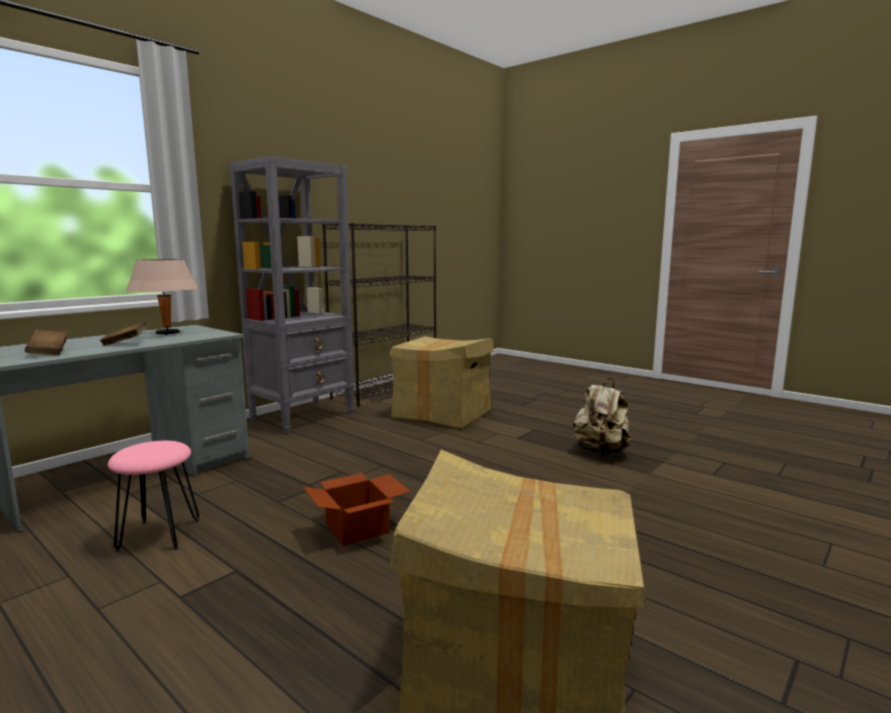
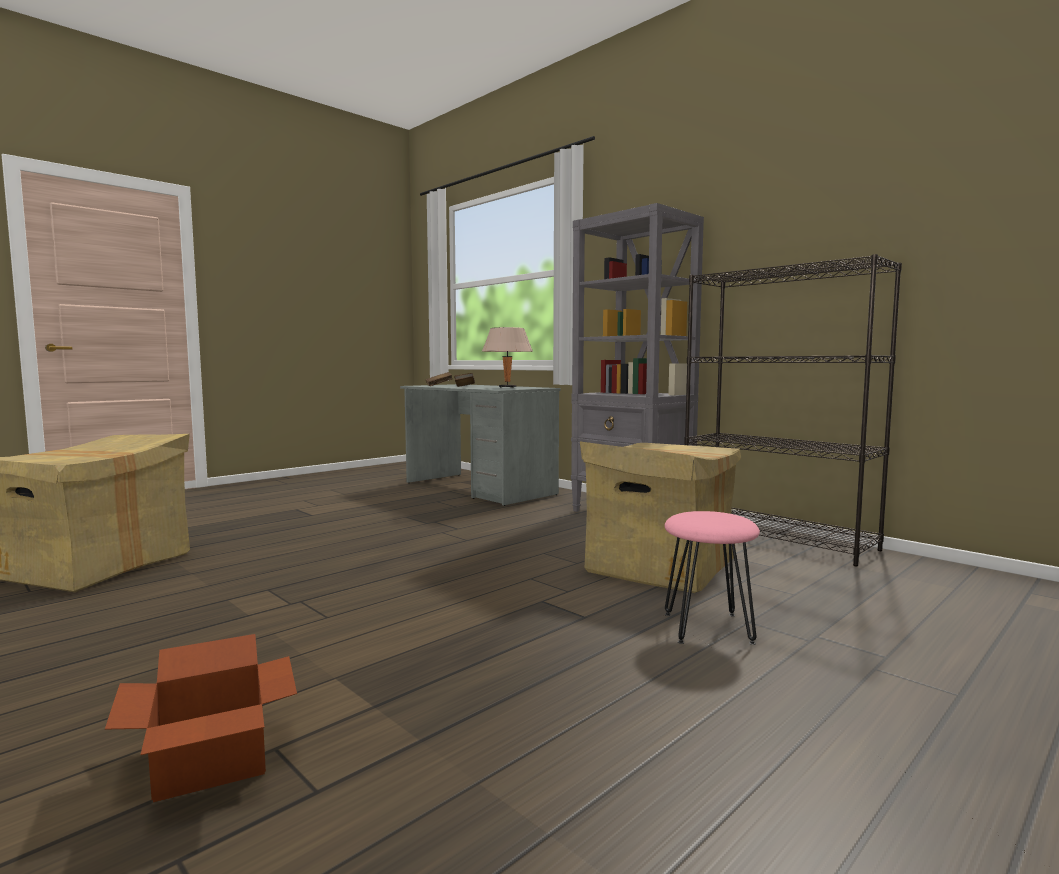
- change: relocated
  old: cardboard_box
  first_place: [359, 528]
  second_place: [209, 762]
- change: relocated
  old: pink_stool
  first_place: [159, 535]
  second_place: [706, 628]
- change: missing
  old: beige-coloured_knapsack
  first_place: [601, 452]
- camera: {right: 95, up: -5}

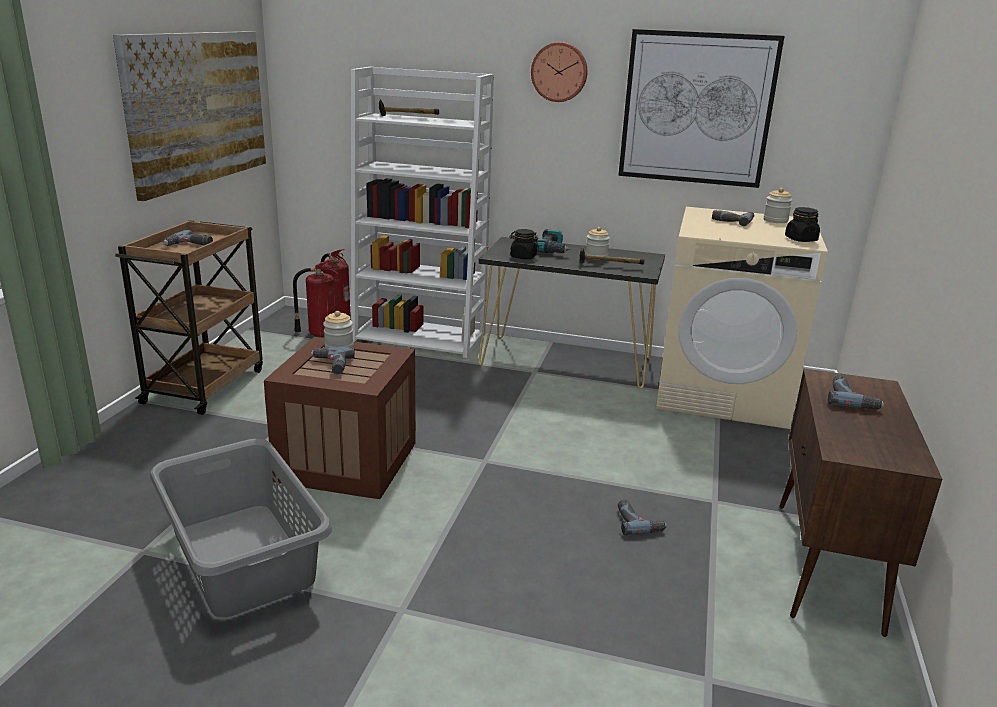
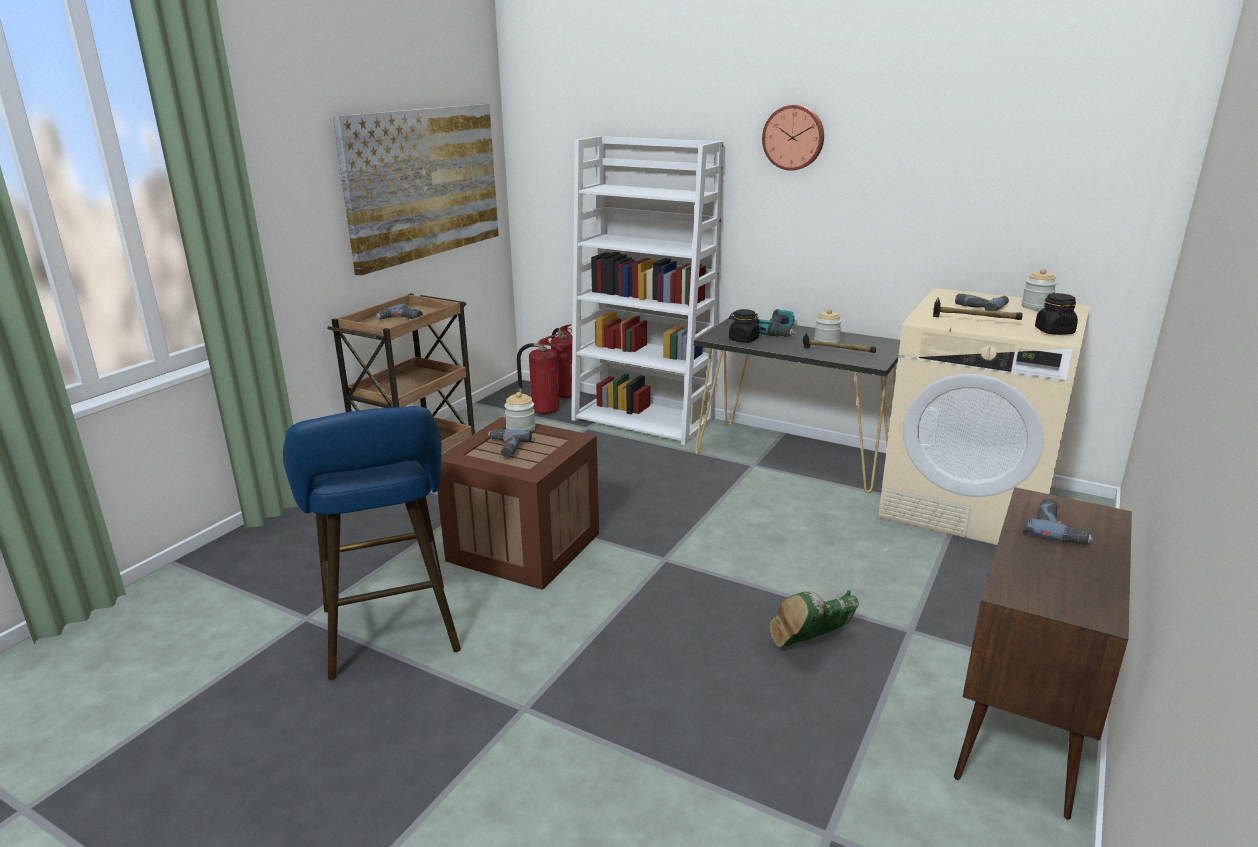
- change: exchanged
  old: greyish_laundry_basket
  new: blue_stool
  first_place: [242, 558]
  second_place: [391, 635]
- change: exchanged
  old: power_drill
  new: green-coloured_boot
  first_place: [638, 522]
  second_place: [810, 644]
- change: relocated
  old: hand_hammer
  first_place: [407, 117]
  second_place: [972, 321]
- change: missing
  old: wall_picture
  first_place: [696, 109]
- camera: {right: 15, up: 0}

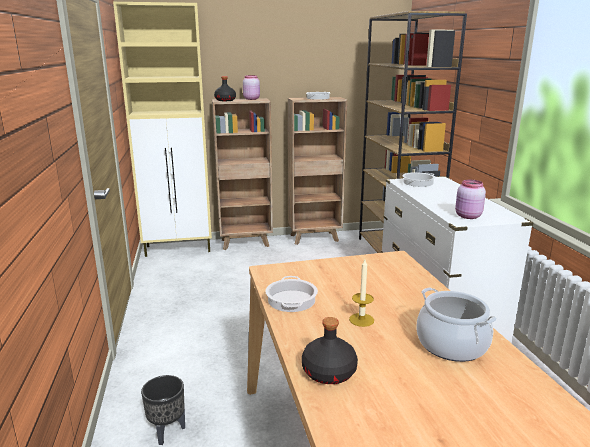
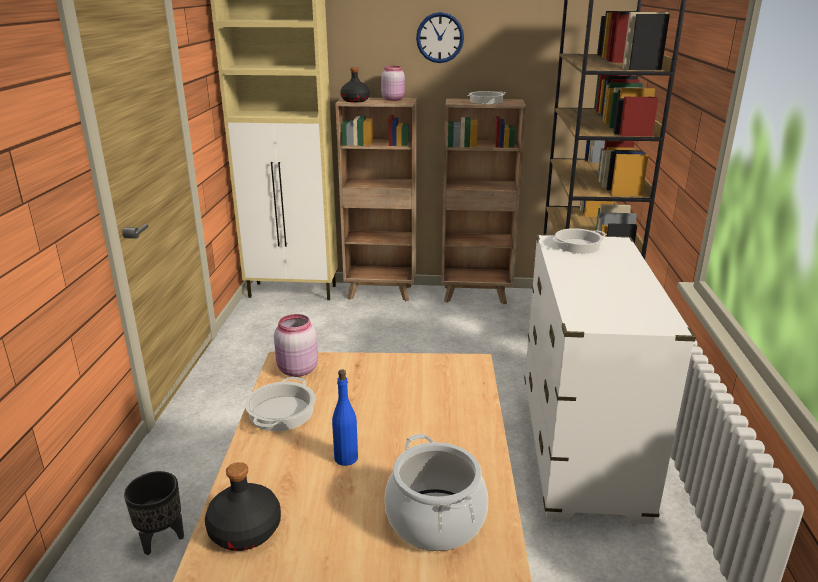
- change: relocated
  old: pink_preserve_jar
  first_place: [467, 216]
  second_place: [296, 370]
- change: exchanged
  old: wax_candle
  new: blue_bottle
  first_place: [361, 320]
  second_place: [346, 458]
- change: appeared
  new: clock_on_the_wall
  second_place: [440, 37]
- camera: {right: 15, up: 5}

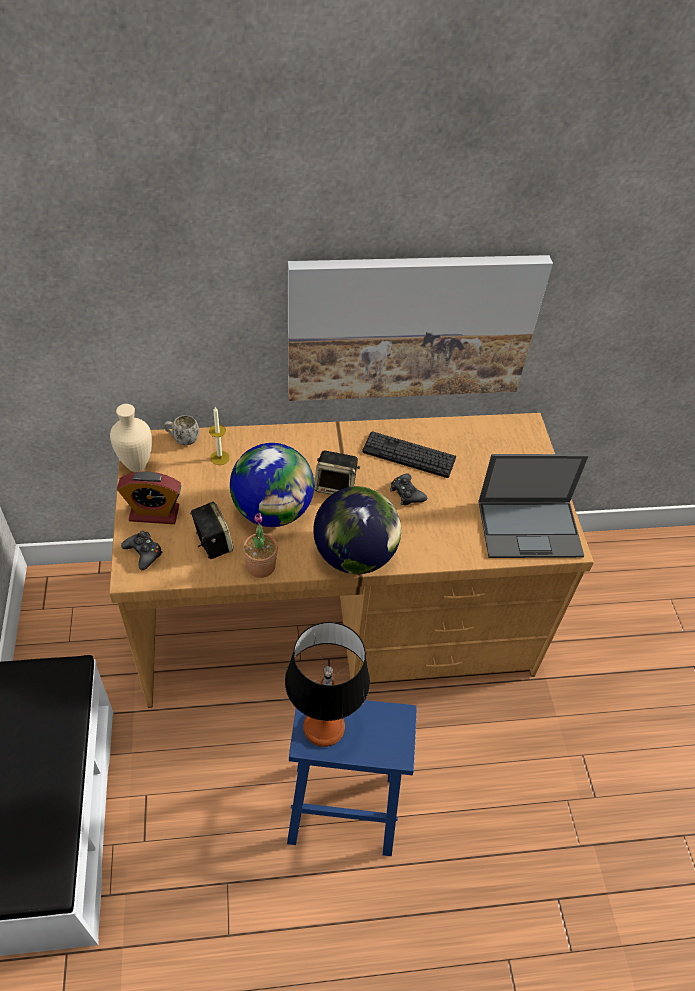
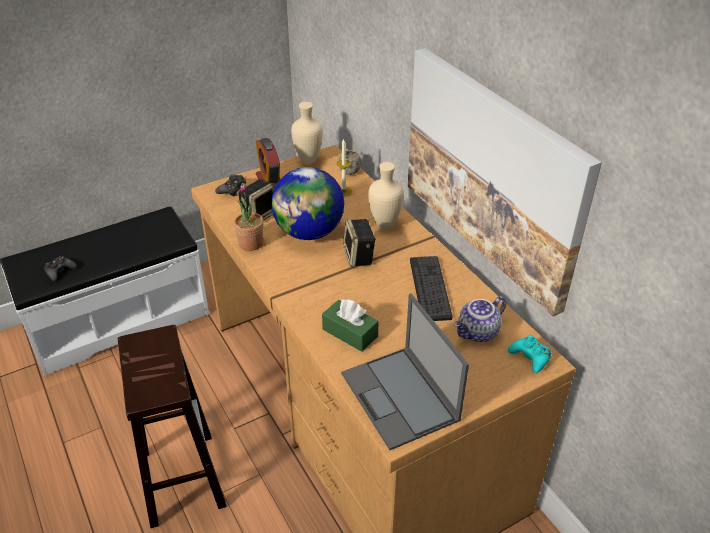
- change: relocated
  old: black-coloured_gamepad
  first_place: [406, 493]
  second_place: [60, 271]
- change: colour
  old: blue_stool
  new: brown-coloured_stool
  first_place: [341, 809]
  second_place: [181, 477]
- change: appeared
  new: green-coloured_tissue_holder
  second_place: [350, 333]
- change: appeared
  new: beige-coloured_flower_vase
  second_place: [385, 224]
- change: appeared
  new: teapot
  second_place: [478, 333]
- change: appeared
  new: blue-green_gamepad
  second_place: [530, 357]
- change: missing
  old: tabletop_lamp
  first_place: [323, 727]
- change: missing
  old: desk_globe
  first_place: [355, 555]
- camera: {right: 70, up: -10}

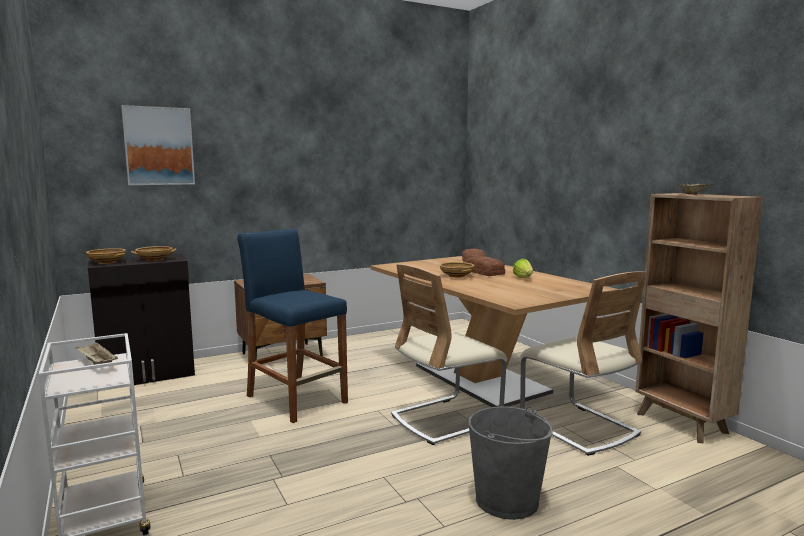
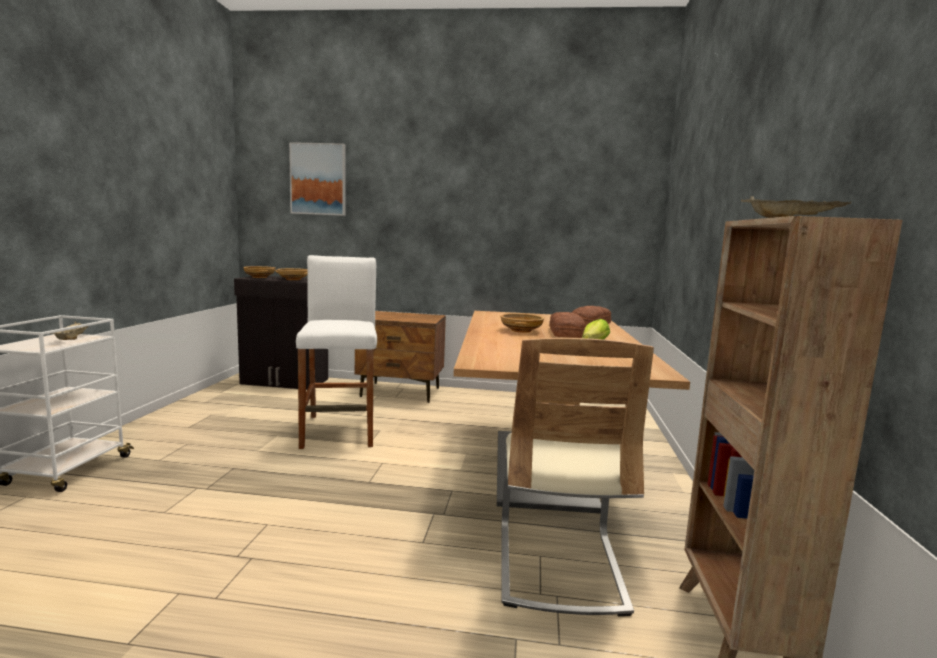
- change: colour
  old: blue_stool
  new: white-coloured_stool
  first_place: [296, 399]
  second_place: [340, 430]
- change: missing
  old: beige-coloured_plain_chair
  first_place: [446, 419]
- change: missing
  old: greyish_pail
  first_place: [507, 500]
- camera: {right: 35, up: 0}

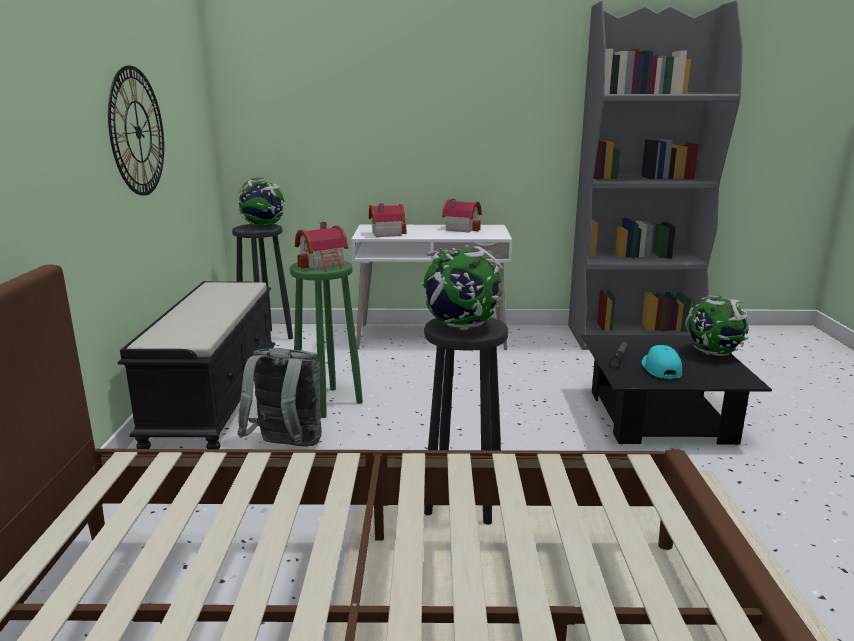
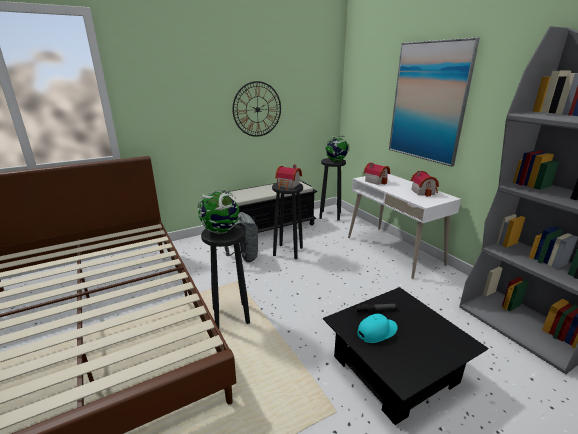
- change: colour
  old: green-coloured_stool
  new: black-coloured_stool
  first_place: [328, 402]
  second_place: [288, 251]
- change: appeared
  new: wall_picture
  second_place: [428, 102]
- change: missing
  old: desk_globe
  first_place: [713, 353]
- camera: {right: 60, up: 5}

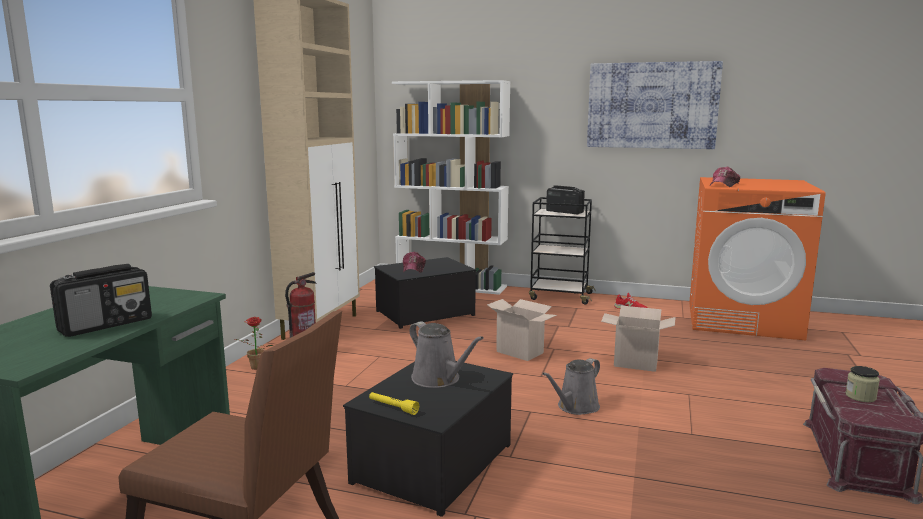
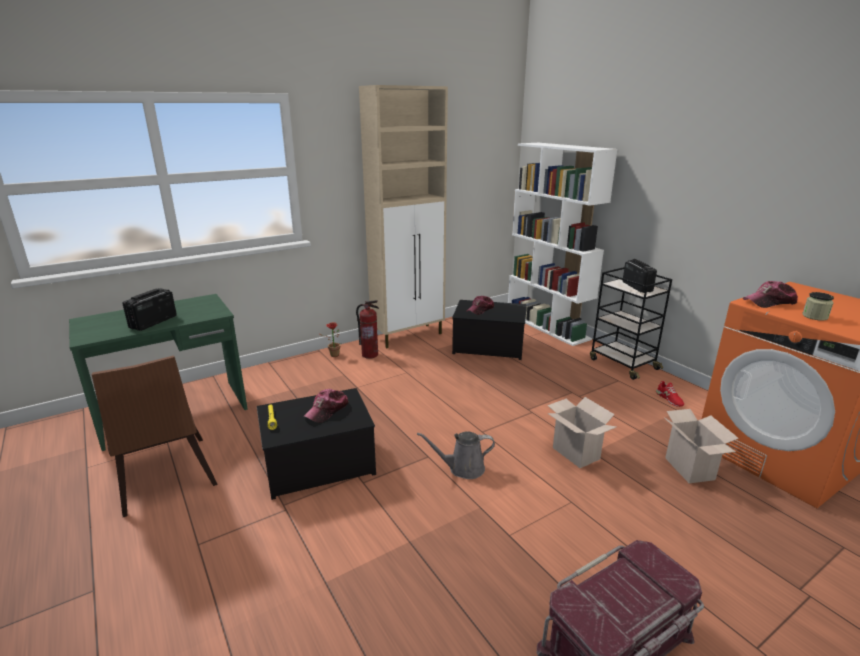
- change: spun
  old: radio
  first_place: [107, 325]
  second_place: [153, 322]
  degrees: 120
- change: exchanged
  old: greyish_watering_can
  new: baseball_cap
  first_place: [439, 379]
  second_place: [327, 410]
- change: relocated
  old: cardboard_box
  first_place: [521, 352]
  second_place: [691, 469]
- change: relocated
  old: preserve_jar
  first_place: [860, 397]
  second_place: [815, 316]
- change: missing
  old: wall_picture
  first_place: [652, 105]
- camera: {right: 40, up: 10}

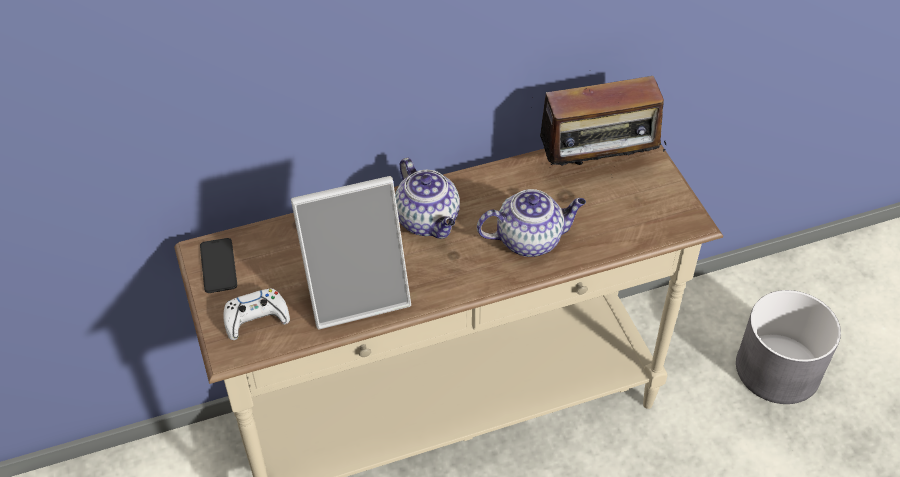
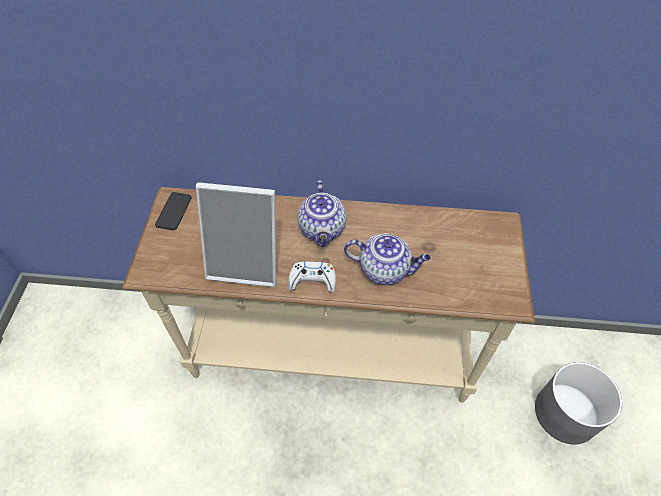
- change: relocated
  old: white-coloured_gamepad
  first_place: [256, 318]
  second_place: [312, 280]
- change: missing
  old: radio
  first_place: [598, 167]
- camera: {right: 25, up: 5}

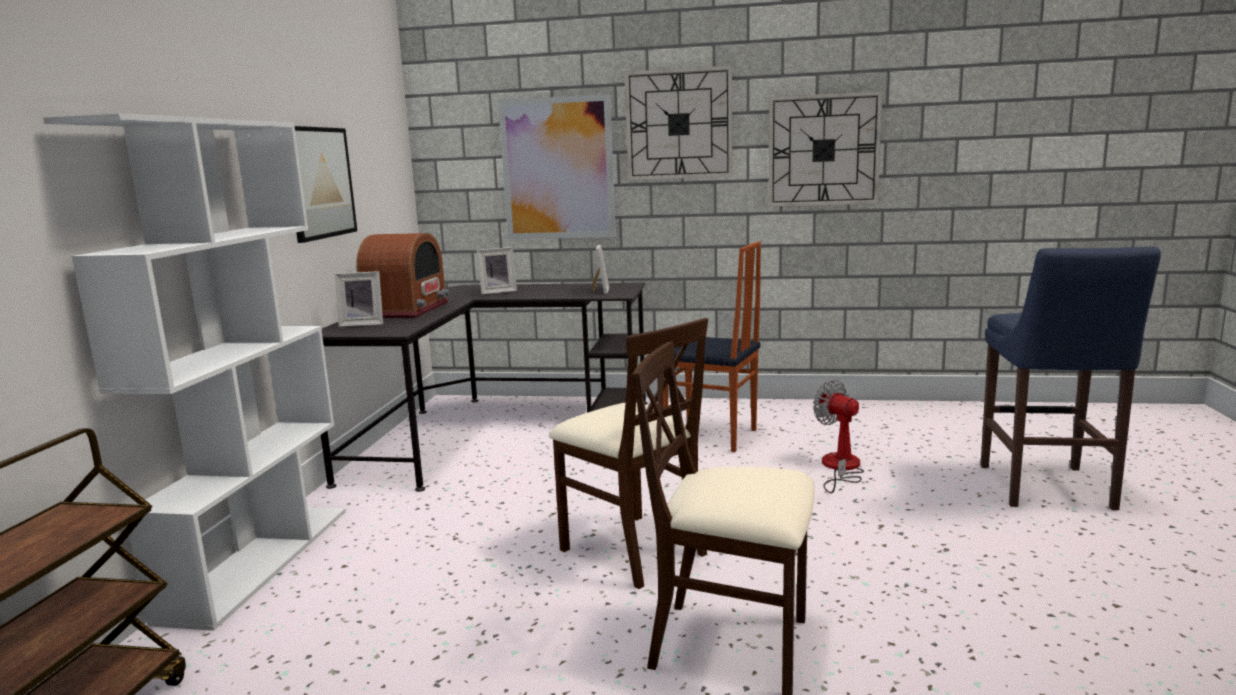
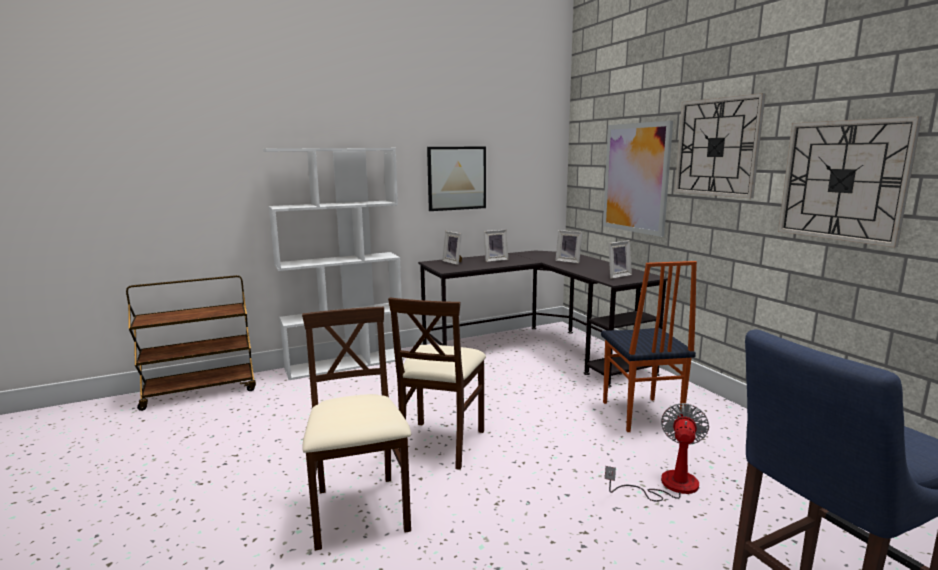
- change: exchanged
  old: radio
  new: photo_frame
  first_place: [406, 310]
  second_place: [495, 260]
- camera: {right: 55, up: 0}

